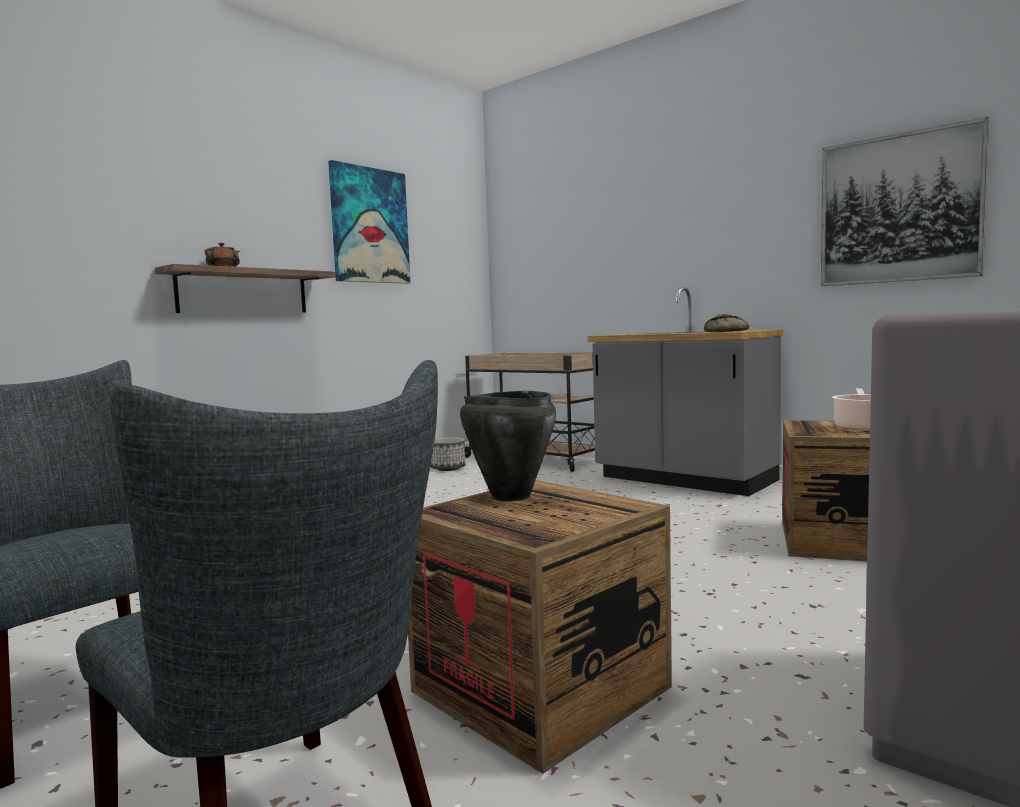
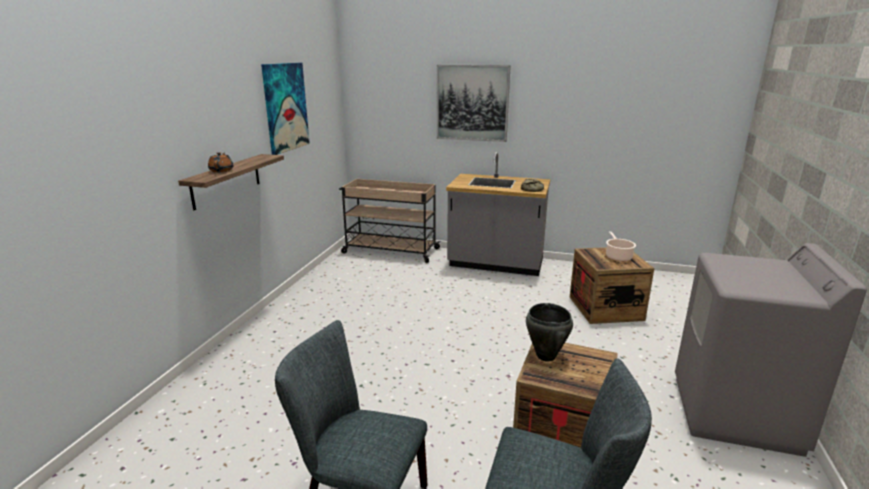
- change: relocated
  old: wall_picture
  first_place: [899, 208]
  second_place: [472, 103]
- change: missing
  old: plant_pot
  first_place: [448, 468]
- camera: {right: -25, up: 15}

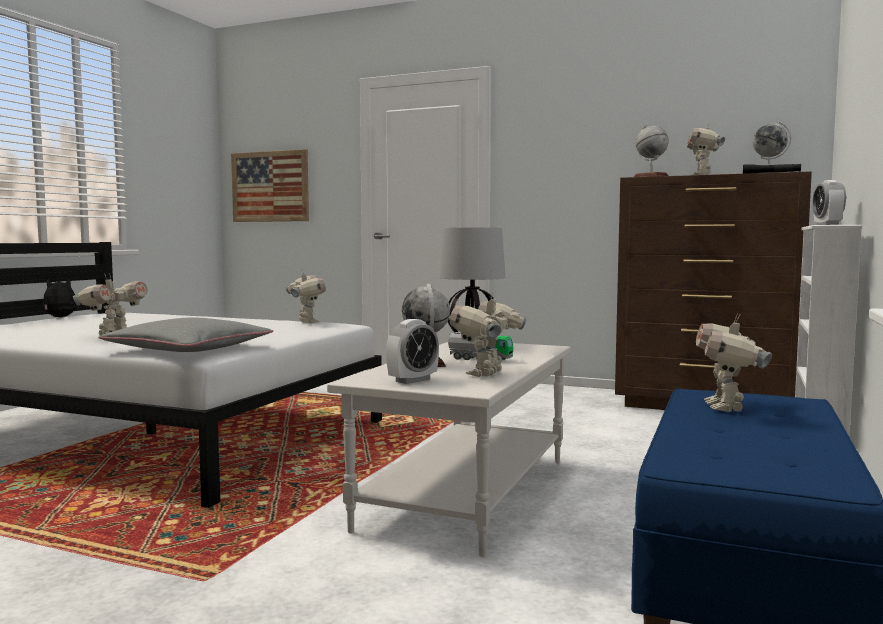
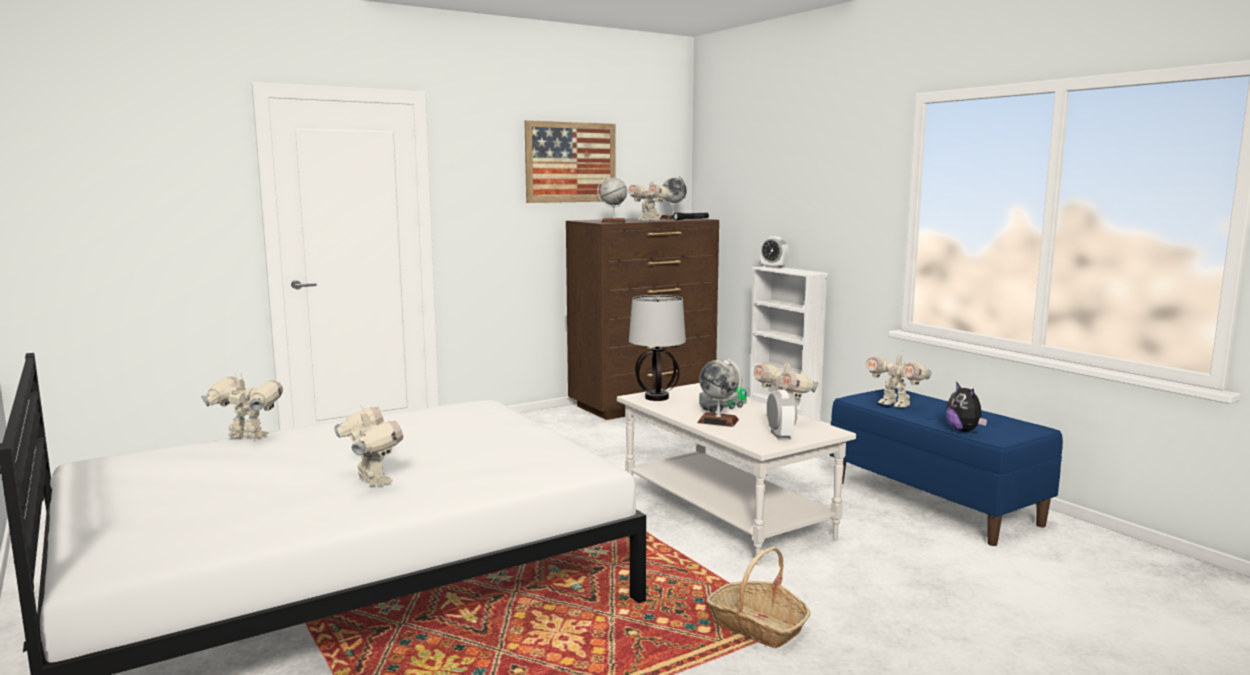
- change: relocated
  old: toy_robot
  first_place: [306, 322]
  second_place: [246, 437]
- change: relocated
  old: wall_picture
  first_place: [270, 186]
  second_place: [570, 162]
- change: appeared
  new: basket
  second_place: [757, 626]
- change: relocated
  old: soft_toy
  first_place: [61, 317]
  second_place: [964, 430]
- change: missing
  old: greyish_throw_pillow
  first_place: [189, 349]
- camera: {right: -55, up: 5}

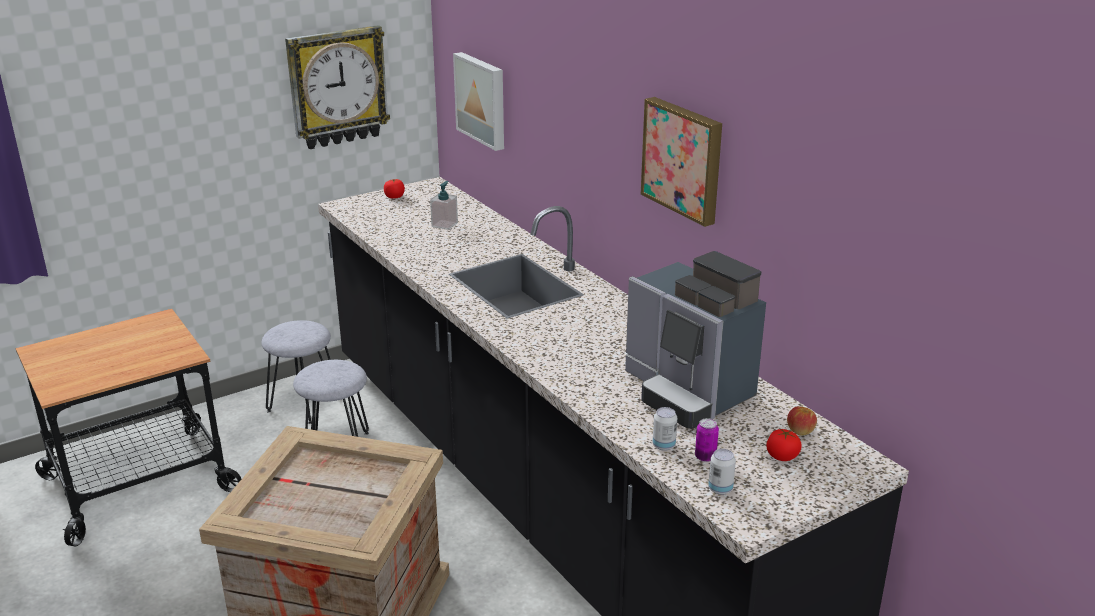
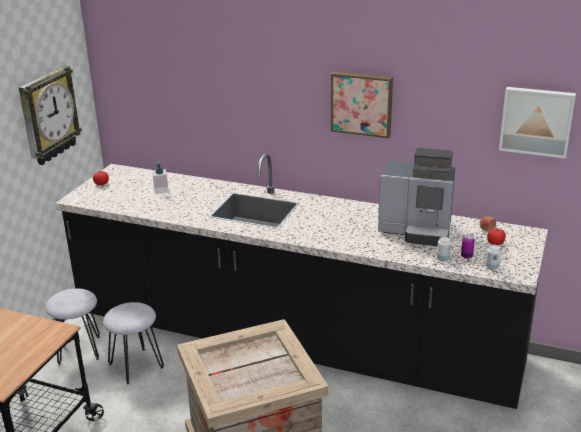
- change: relocated
  old: wall_picture
  first_place: [482, 100]
  second_place: [536, 121]
- camera: {right: -35, up: 0}

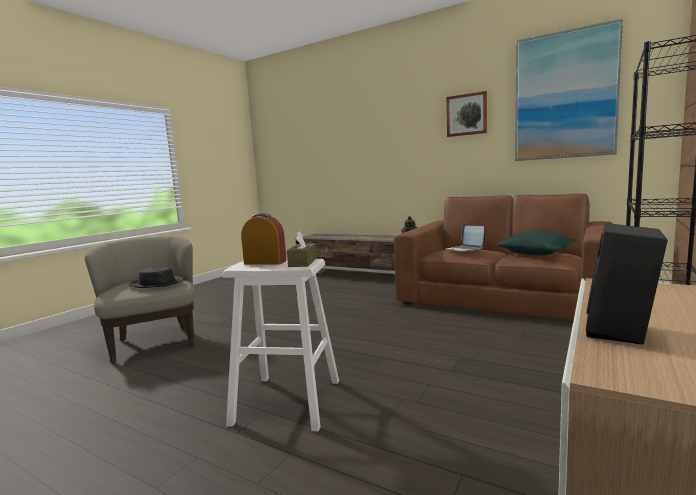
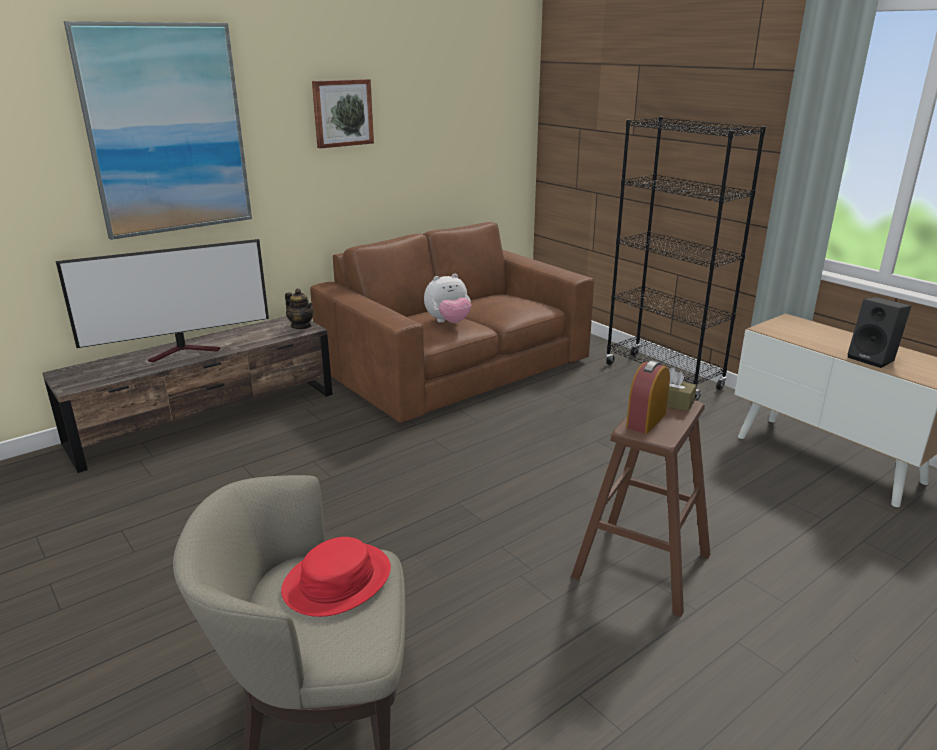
- change: appeared
  new: television
  second_place: [185, 351]
- change: relocated
  old: wall_picture
  first_place: [565, 96]
  second_place: [166, 130]
- change: colour
  old: black-coloured_clothing_hat
  new: red_clothing_hat
  first_place: [157, 283]
  second_place: [337, 580]
- change: exchanged
  old: portable_computer
  new: soft_toy
  first_place: [465, 250]
  second_place: [448, 322]
- change: colour
  old: white-coloured_stool
  new: brown-coloured_stool
  first_place: [287, 401]
  second_place: [642, 566]
- change: missing
  old: green-coloured_throw_pillow
  first_place: [536, 253]
- camera: {right: -70, up: 15}

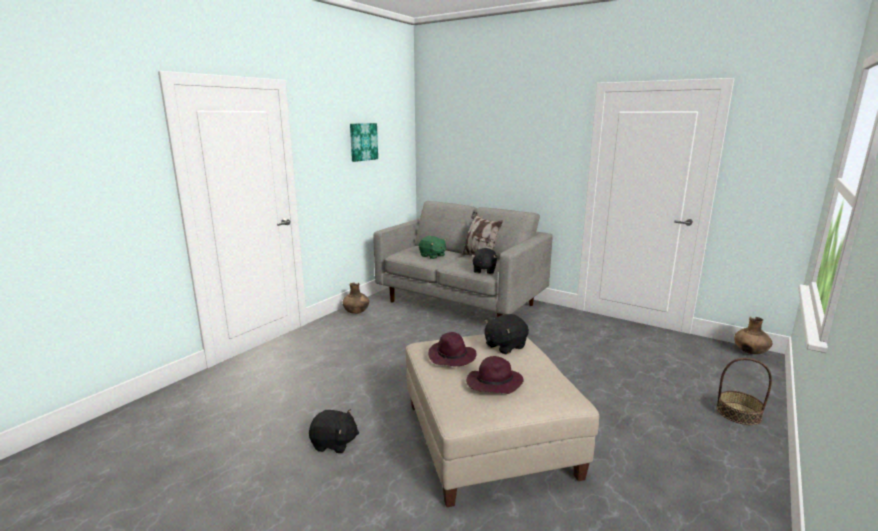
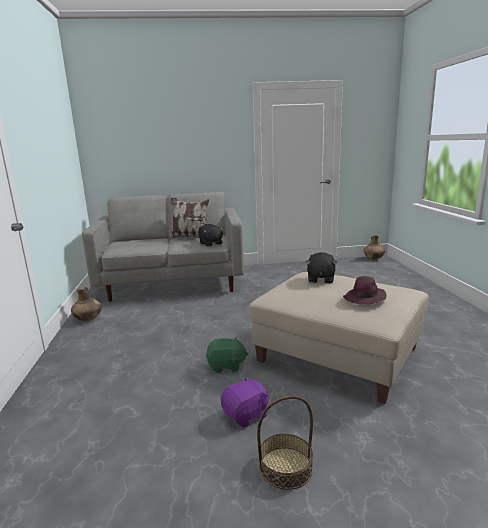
- change: relocated
  old: green-coloured_soft_toy
  first_place: [432, 256]
  second_place: [226, 365]
- change: colour
  old: black-coloured_soft_toy
  new: purple_soft_toy
  first_place: [334, 443]
  second_place: [246, 415]
- change: relocated
  old: basket
  first_place: [738, 413]
  second_place: [285, 467]
- change: missing
  old: wall_picture
  first_place: [363, 142]
- change: missing
  old: purple_clothing_hat
  first_place: [452, 357]
- camera: {right: -40, up: 0}

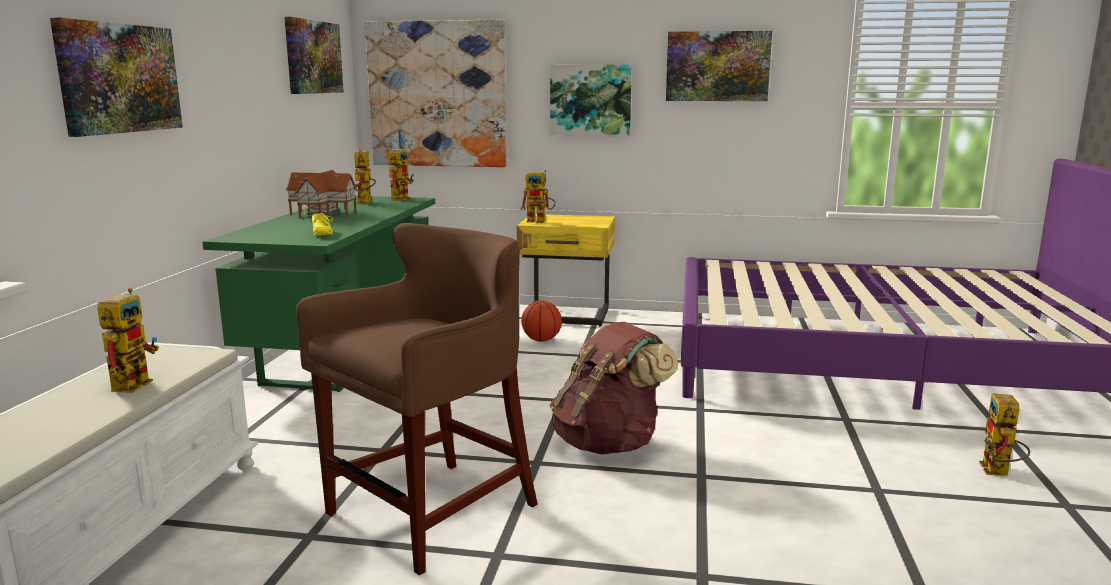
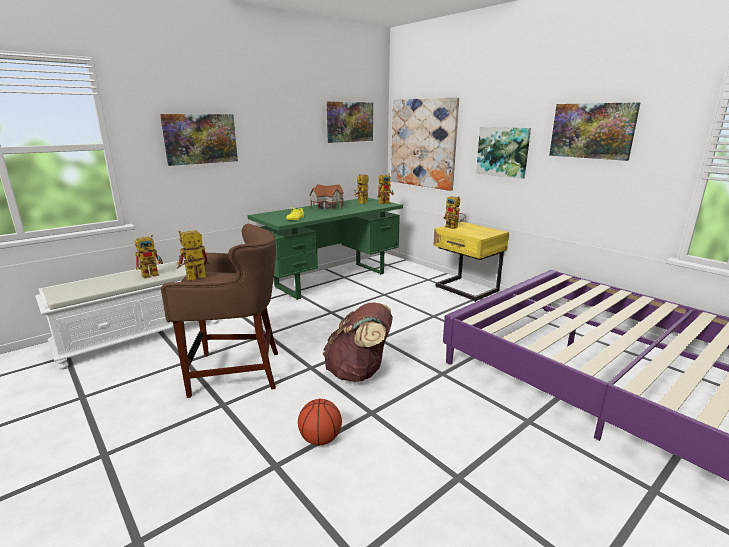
- change: relocated
  old: toy_robot
  first_place: [999, 473]
  second_place: [192, 279]
- change: relocated
  old: ball_for_basketball
  first_place: [541, 340]
  second_place: [320, 439]
- camera: {right: 40, up: 5}

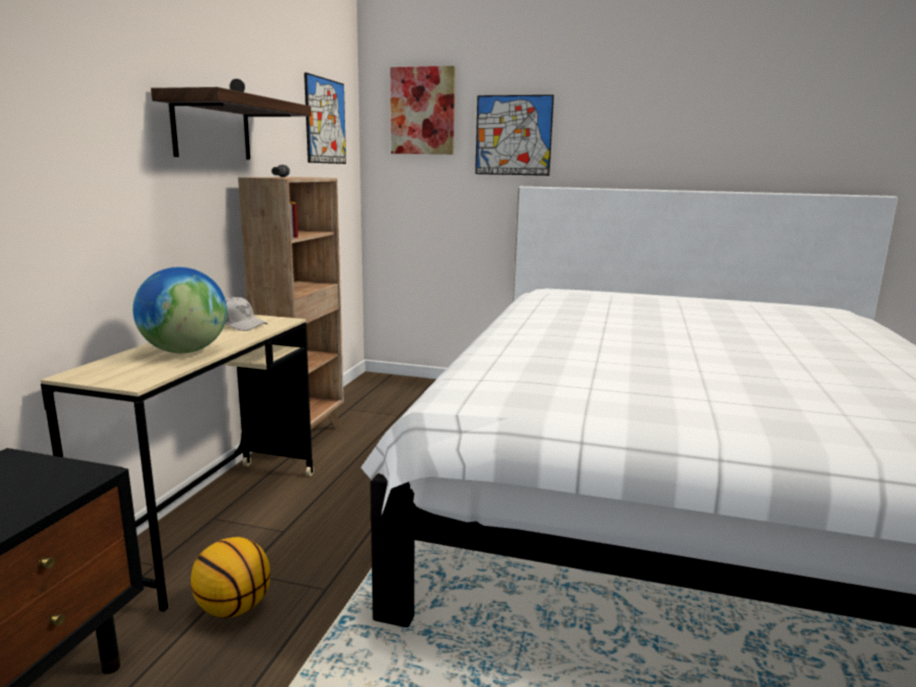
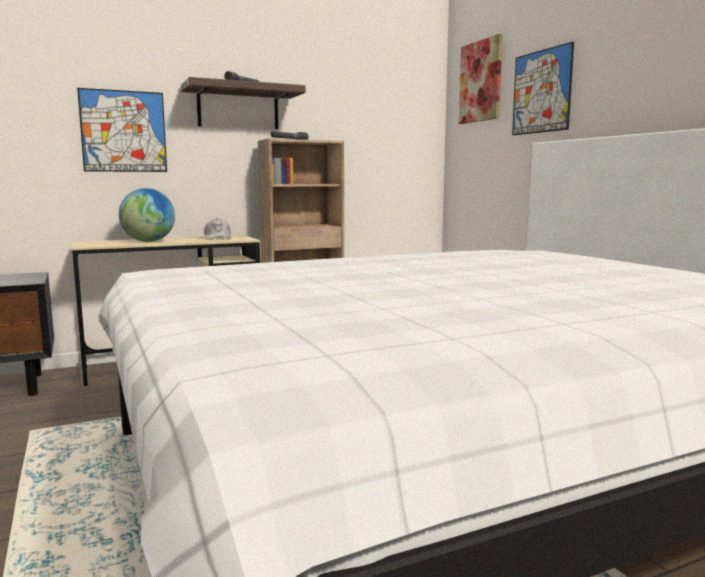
- change: relocated
  old: wall_picture
  first_place: [325, 121]
  second_place: [123, 131]
- change: missing
  old: ball_for_basketball
  first_place: [233, 608]
- camera: {right: 50, up: -5}

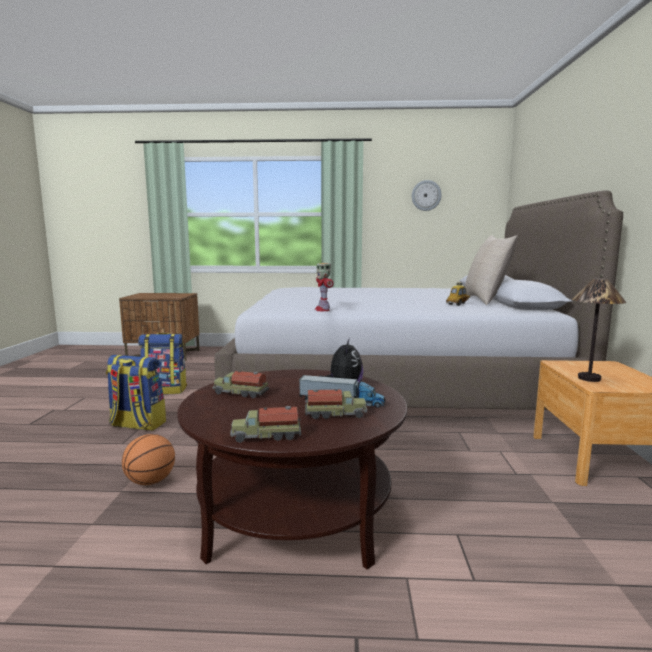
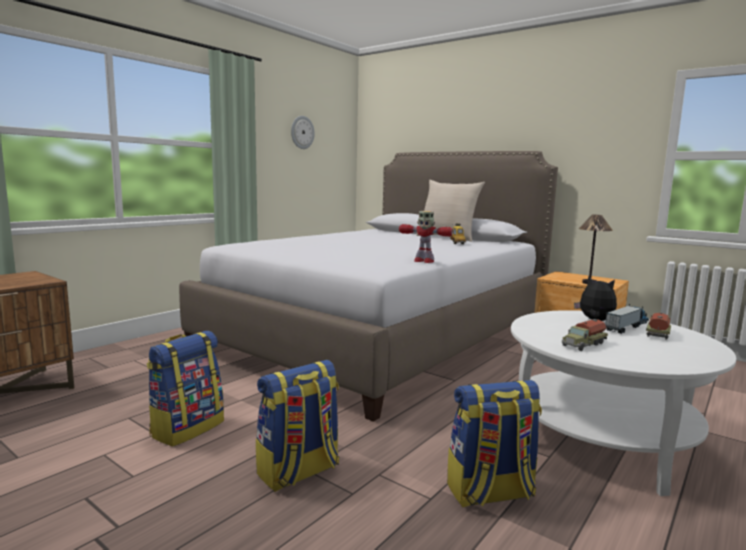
- change: exchanged
  old: ball_for_basketball
  new: knapsack
  first_place: [150, 482]
  second_place: [490, 493]
- change: colour
  old: brown-coloured_lounge_table
  new: white-coloured_lounge_table
  first_place: [295, 513]
  second_place: [601, 439]
- change: missing
  old: model_truck
  first_place: [266, 436]
- camera: {right: -55, up: 0}

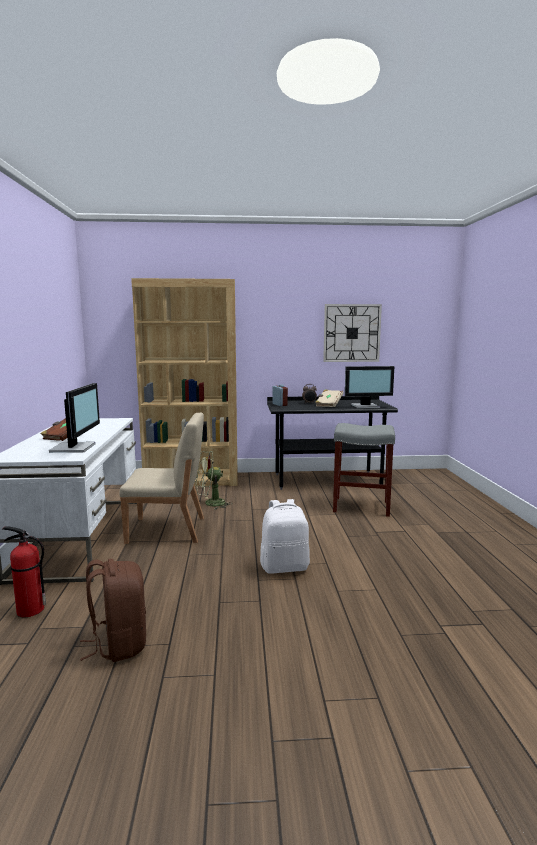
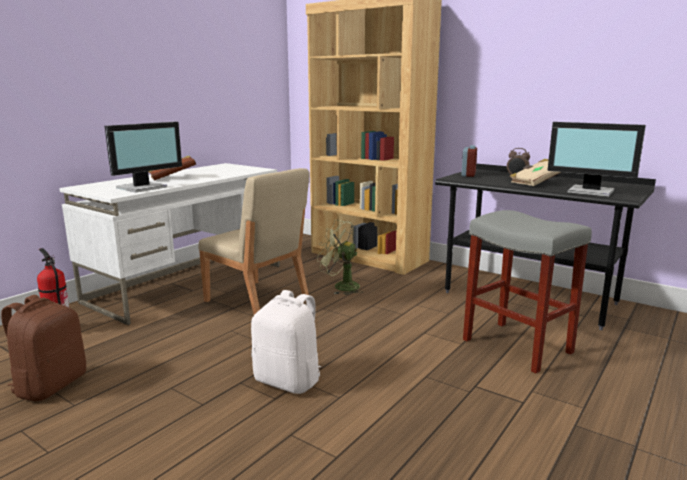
- change: missing
  old: clock_on_the_wall
  first_place: [351, 333]
- camera: {right: 40, up: 5}

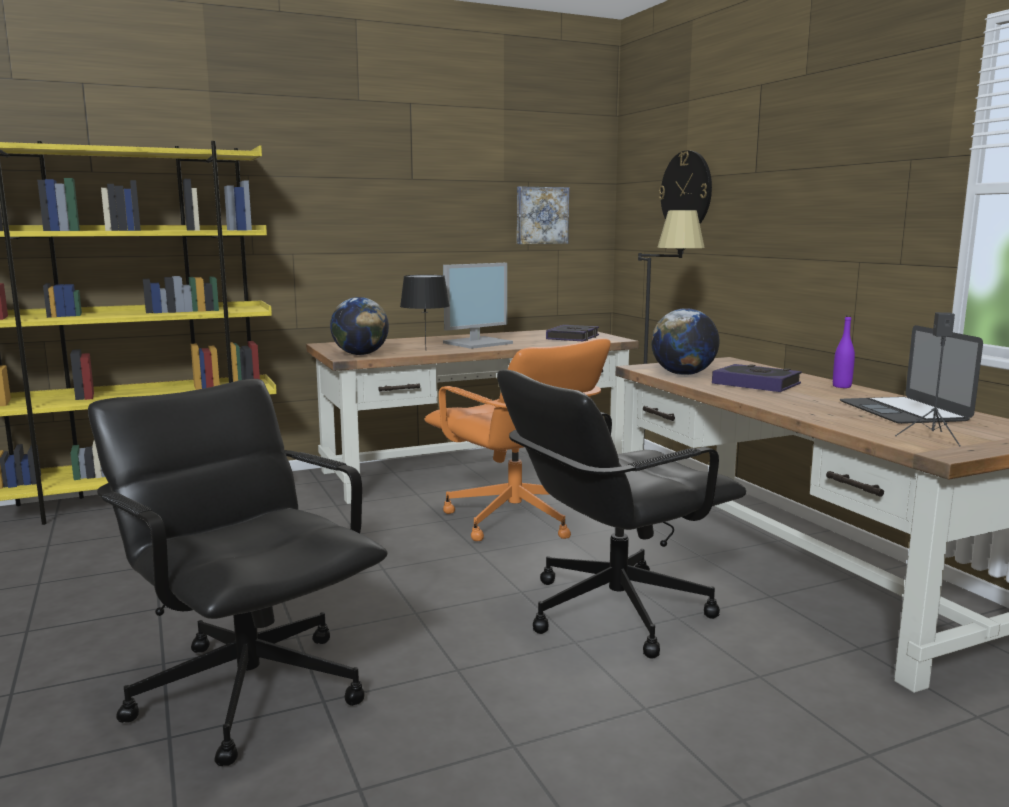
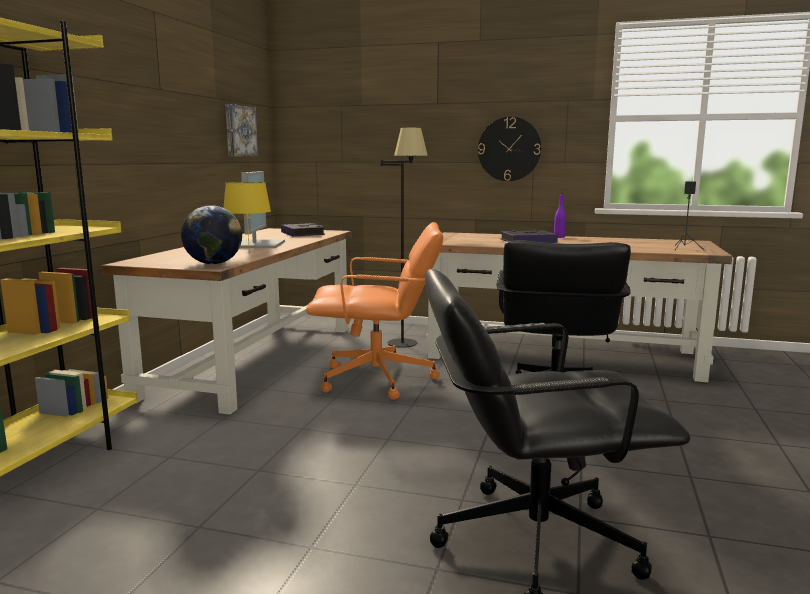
- change: colour
  old: black-coloured_tabletop_lamp
  new: yellow-coloured_tabletop_lamp
  first_place: [426, 350]
  second_place: [249, 253]
- change: relocated
  old: clock_on_the_wall
  first_place: [686, 192]
  second_place: [509, 149]
- change: missing
  old: desk_globe
  first_place: [683, 374]
- change: missing
  old: portable_computer
  first_place: [903, 411]
- camera: {right: -50, up: 0}

